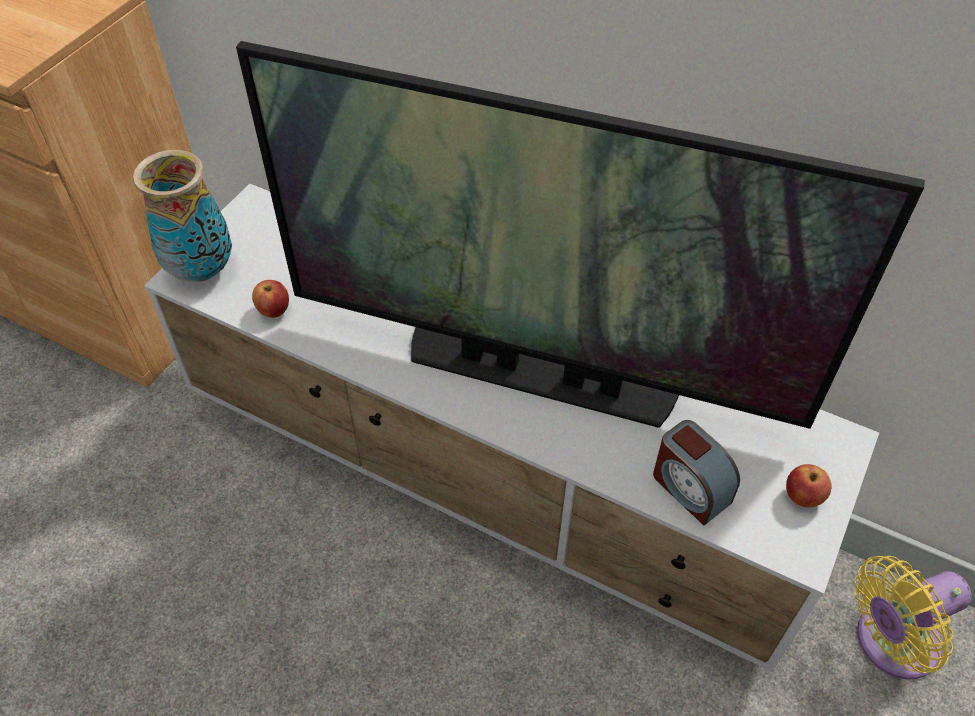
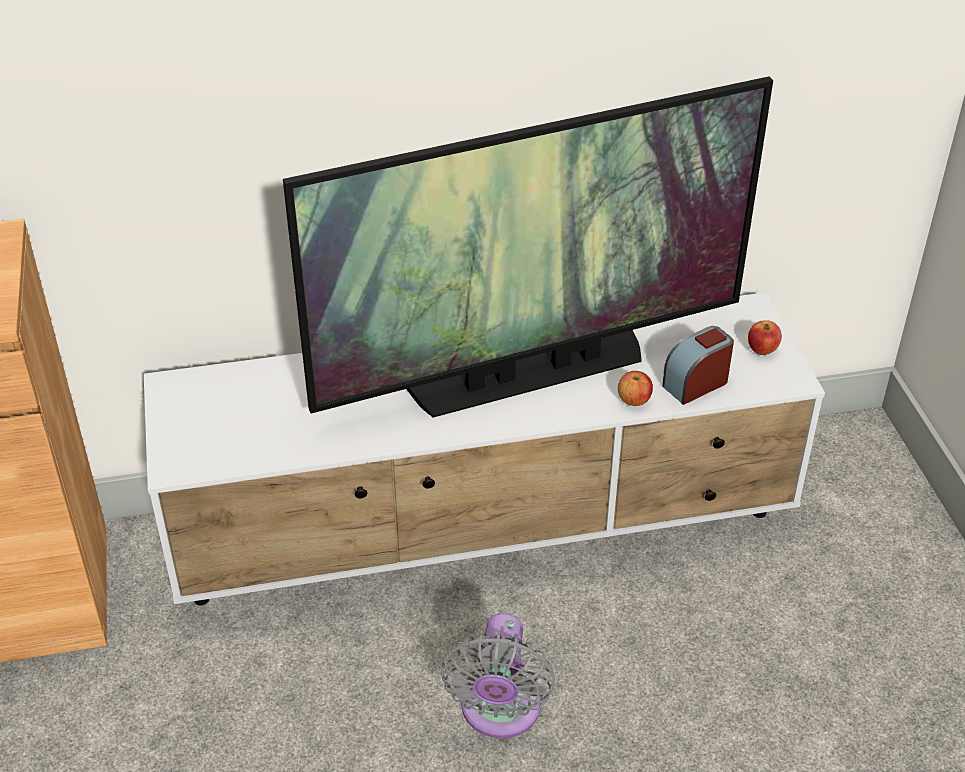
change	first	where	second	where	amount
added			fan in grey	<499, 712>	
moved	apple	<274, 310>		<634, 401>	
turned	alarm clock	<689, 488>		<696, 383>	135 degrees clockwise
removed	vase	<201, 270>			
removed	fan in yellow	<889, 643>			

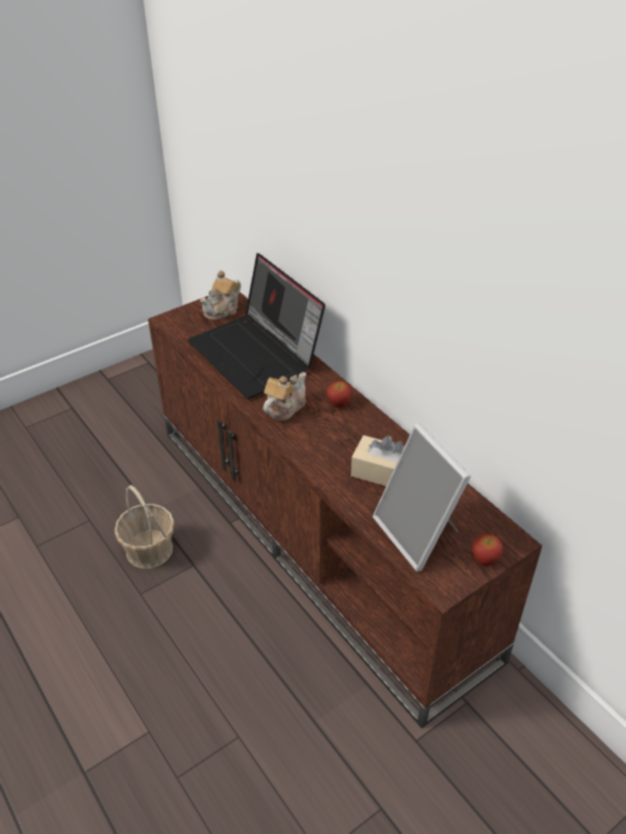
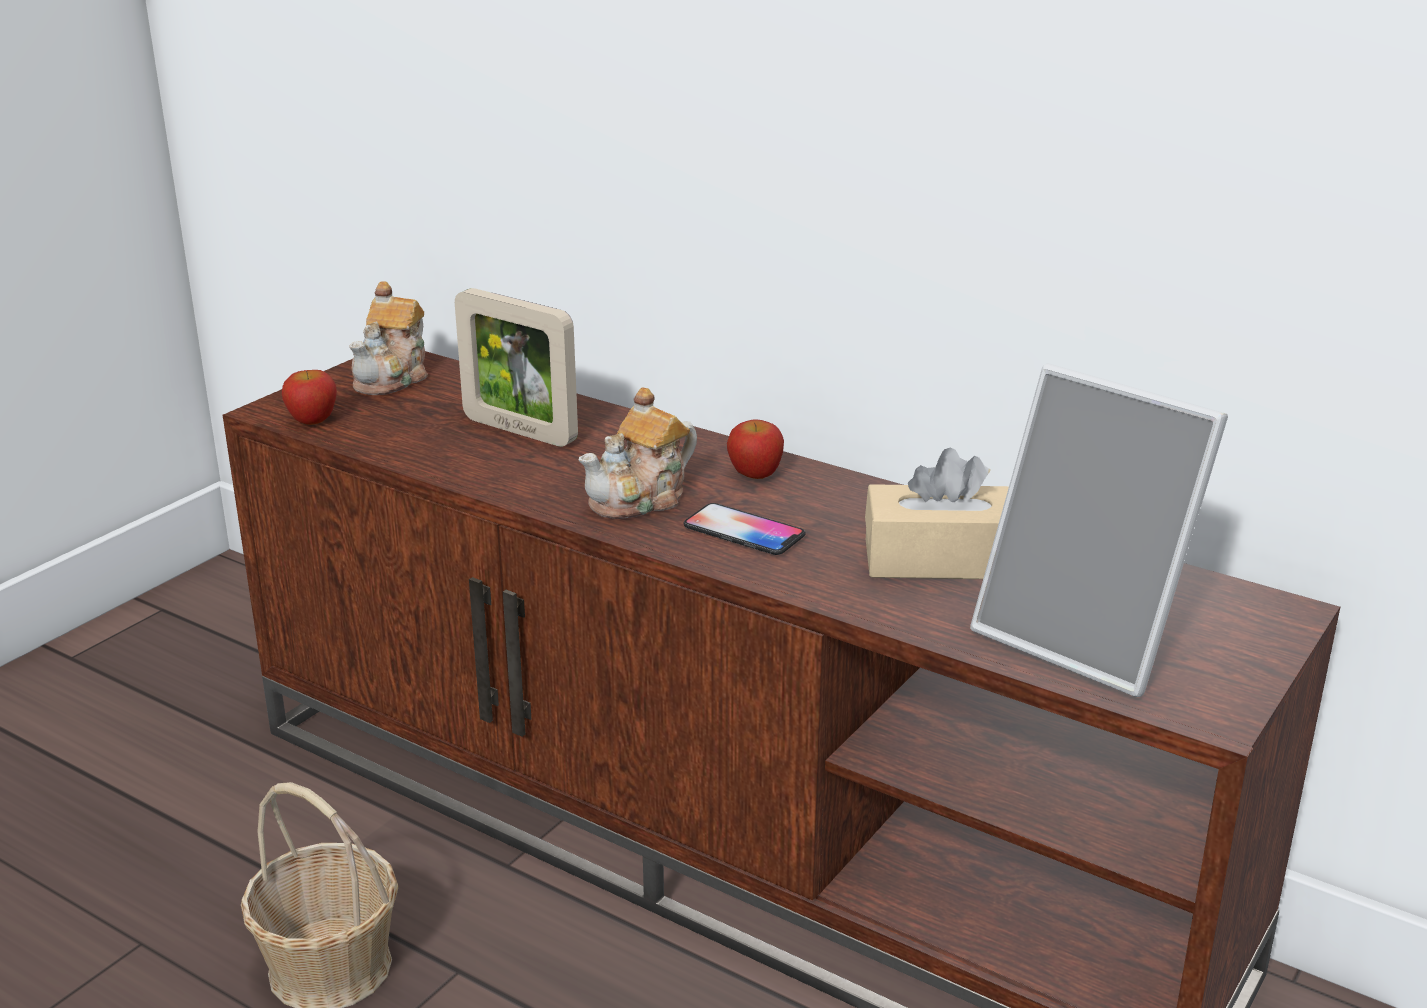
change	first	where	second	where	amount
moved	apple	<484, 559>		<312, 420>	
replaced	laptop	<257, 354>	picture frame	<520, 430>	
turned	teapot	<284, 407>		<641, 499>	150 degrees counterclockwise
added			phone	<743, 532>	

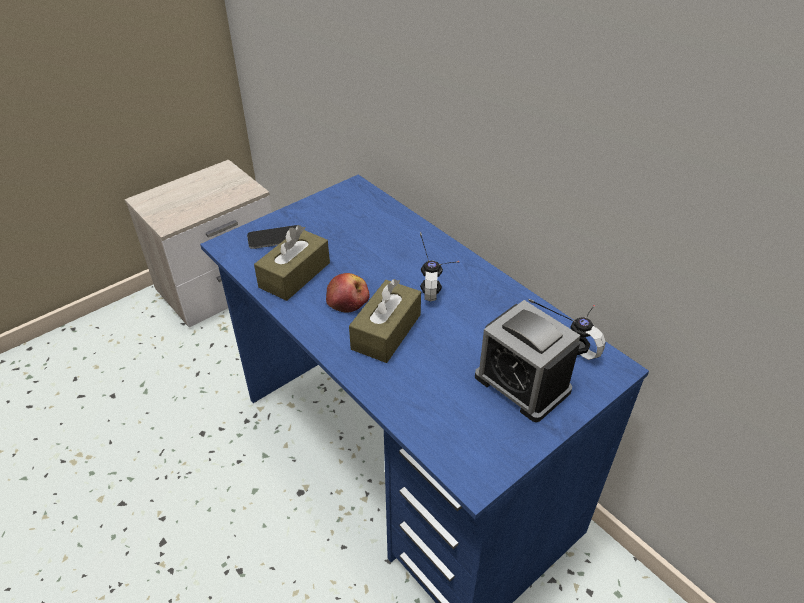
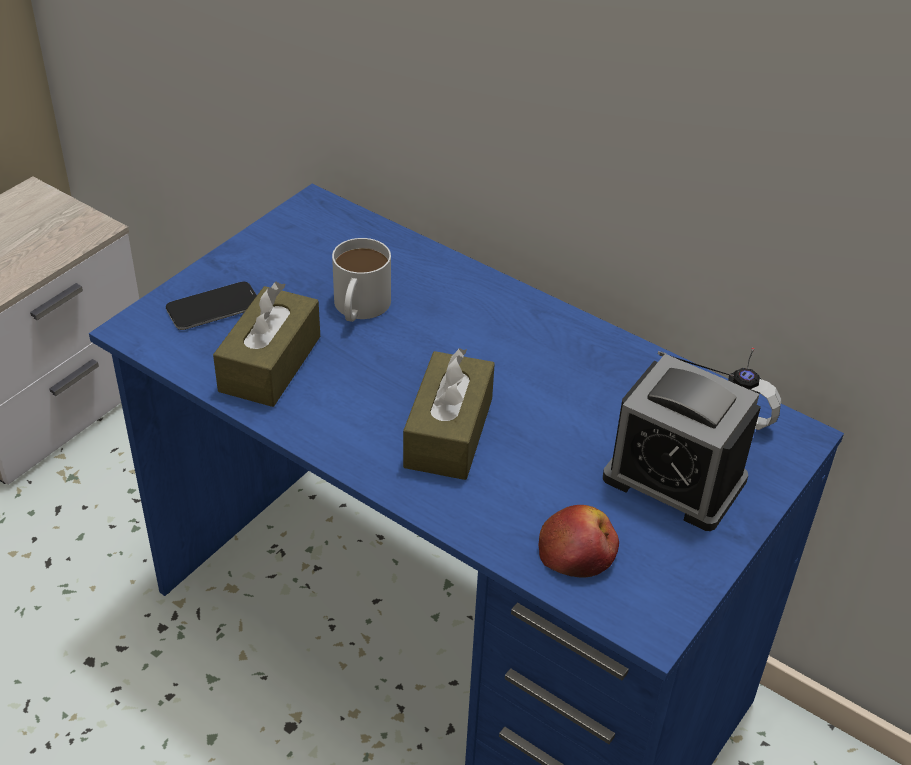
change	first	where	second	where	amount
added			mug in white	<359, 308>	
moved	apple	<348, 300>		<578, 552>	
removed	headphones	<437, 282>			

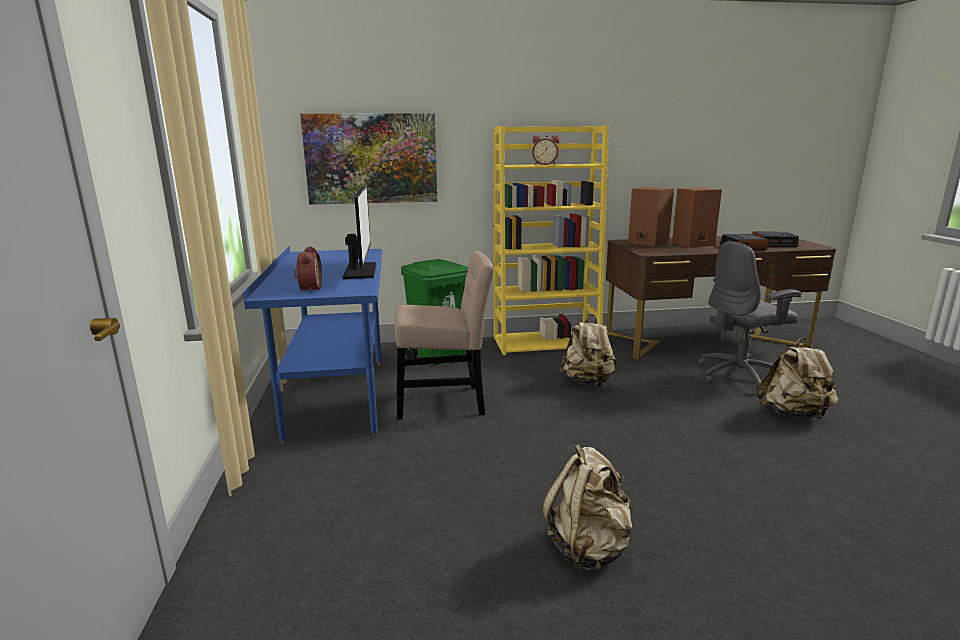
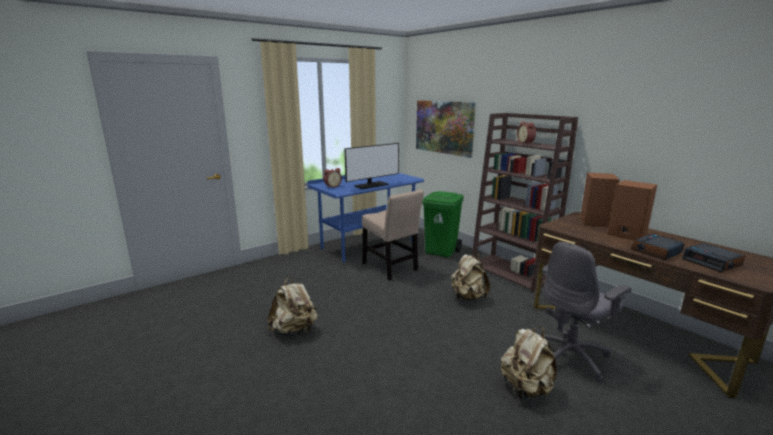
change	first	where	second	where	amount
recoloured	bookcase in yellow	<546, 342>	bookcase in brown	<512, 273>	
turned	office chair in grey	<740, 376>		<570, 357>	75 degrees counterclockwise

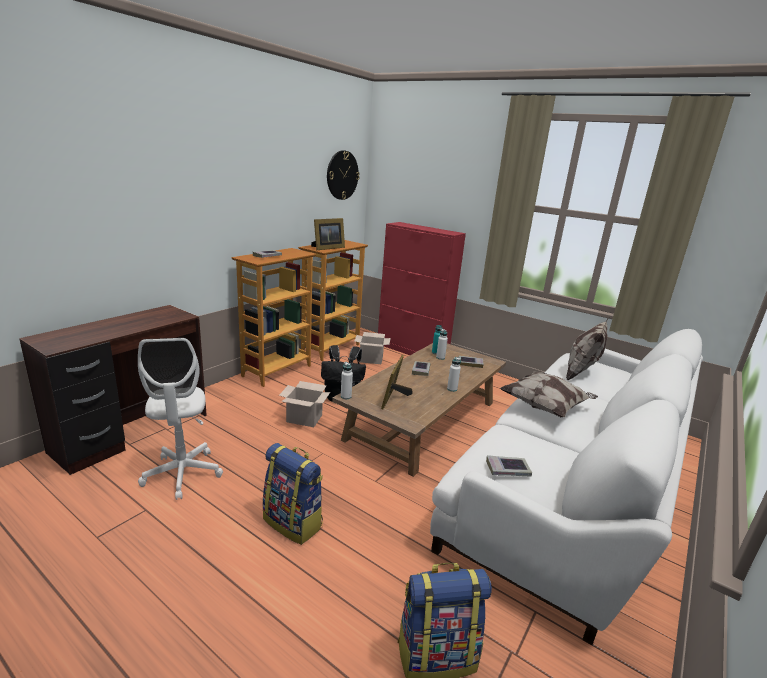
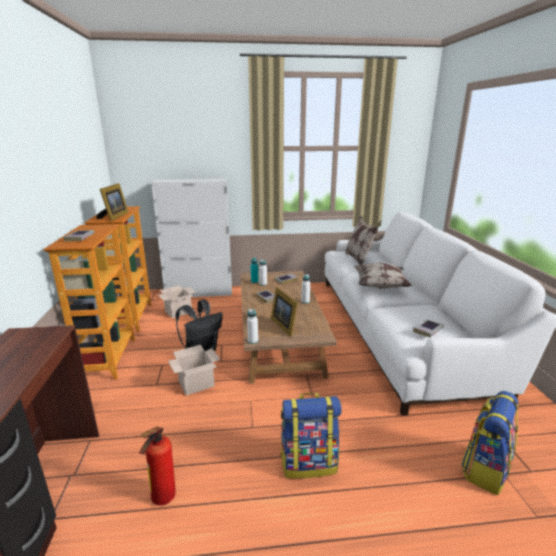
change	first	where	second	where	amount
replaced	office chair in white	<183, 474>	fire extinguisher	<161, 499>	
recoloured	cabinet in red	<412, 351>	cabinet in white	<199, 292>	
removed	wall clock	<342, 175>			

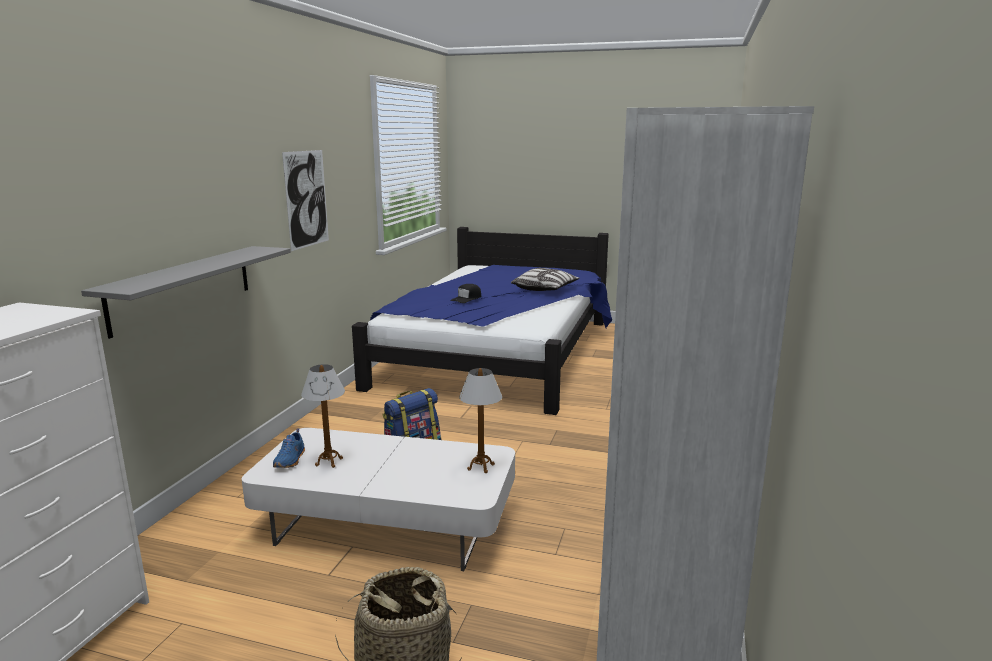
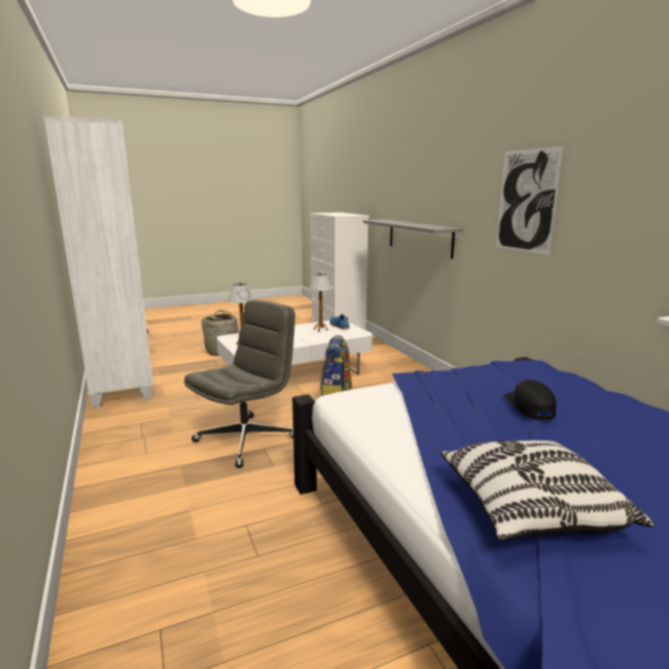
change	first	where	second	where	amount
added			office chair in grey	<246, 439>	

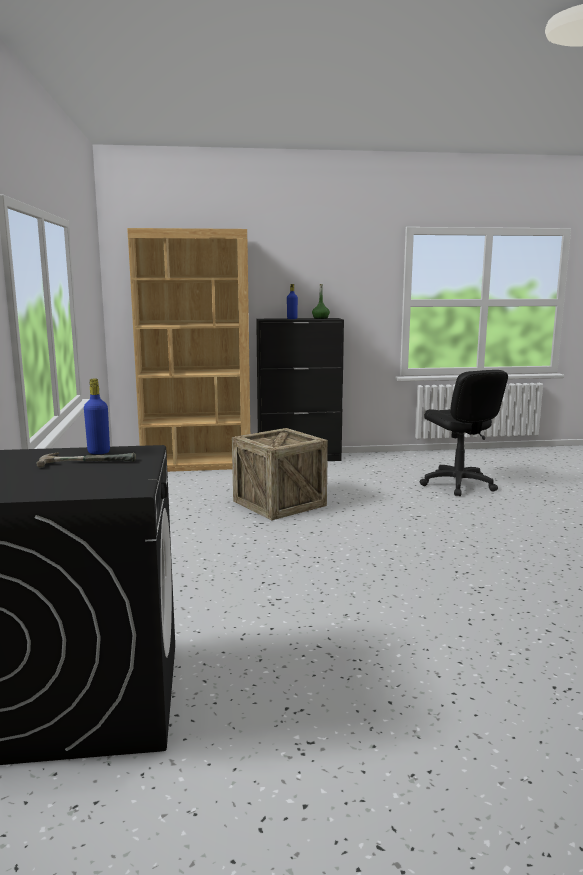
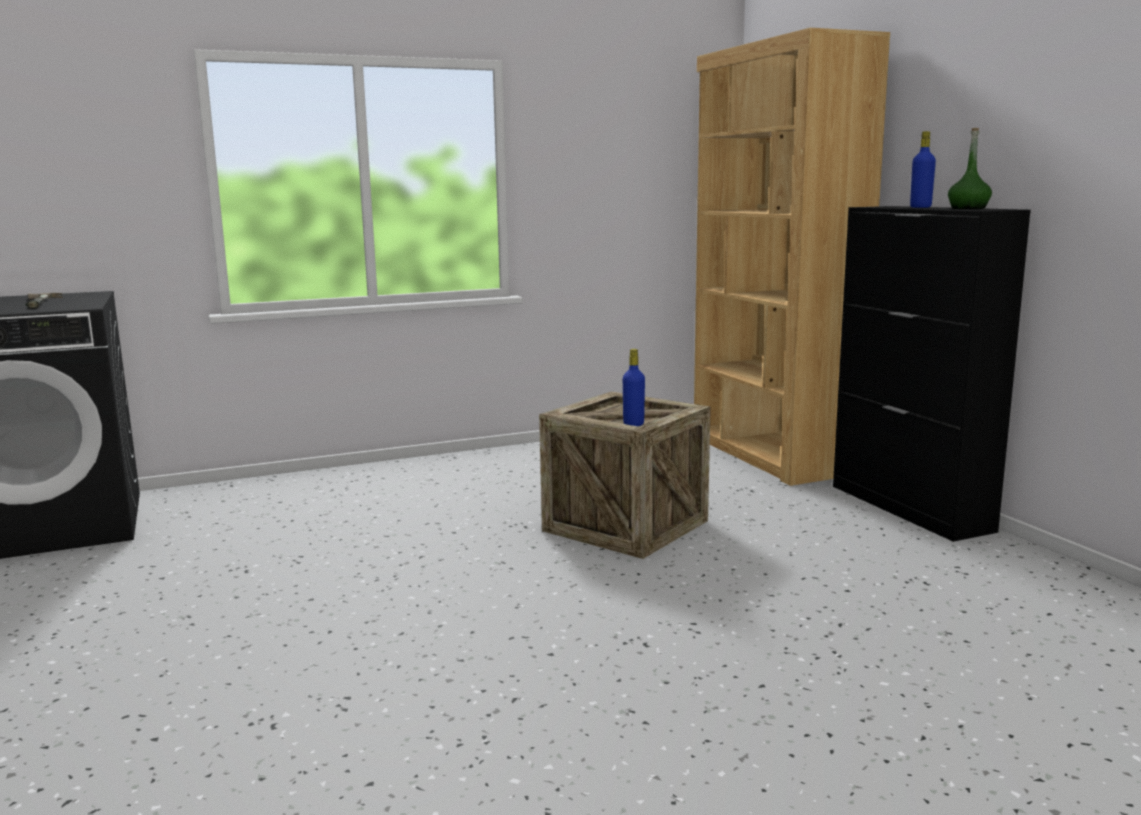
change	first	where	second	where	amount
moved	bottle in blue	<98, 452>		<633, 424>	
removed	office chair in black	<458, 485>			

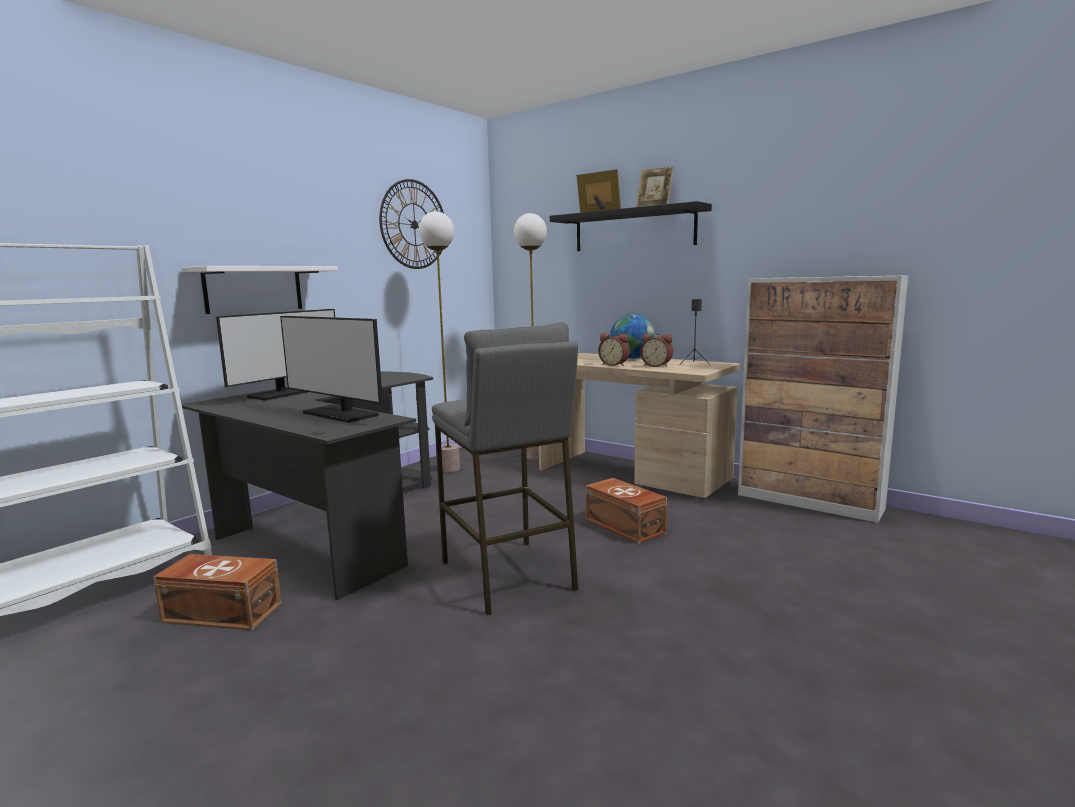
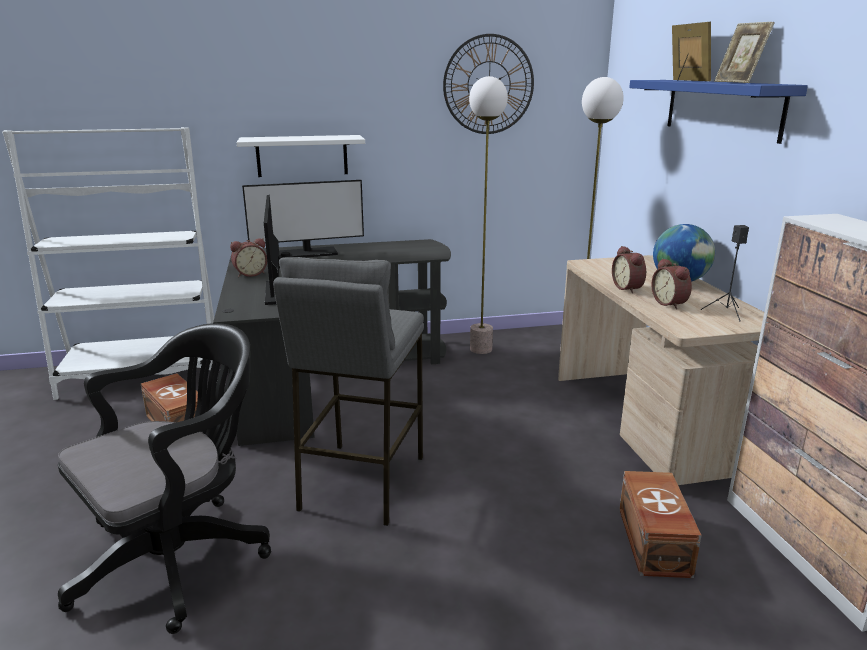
change	first	where	second	where	amount
added			office chair in black	<181, 557>	
added			alarm clock	<250, 274>	
moved	storage box in brown	<624, 527>		<652, 542>	
recoloured	shelf in black	<633, 229>	shelf in blue	<721, 108>	

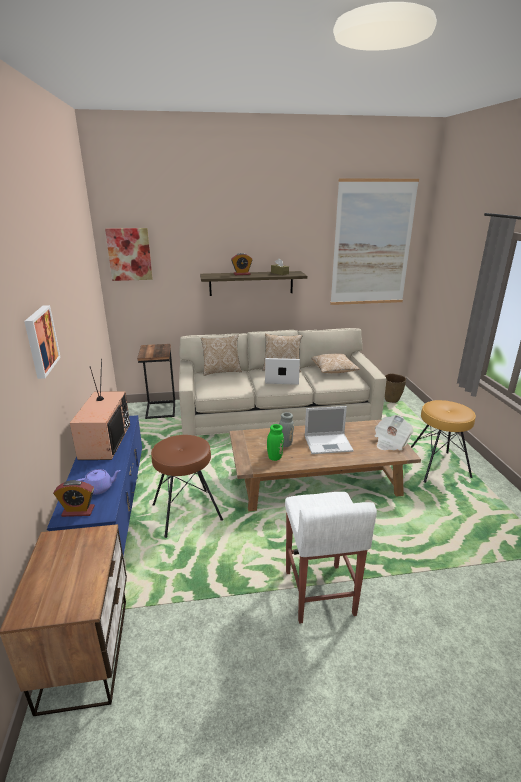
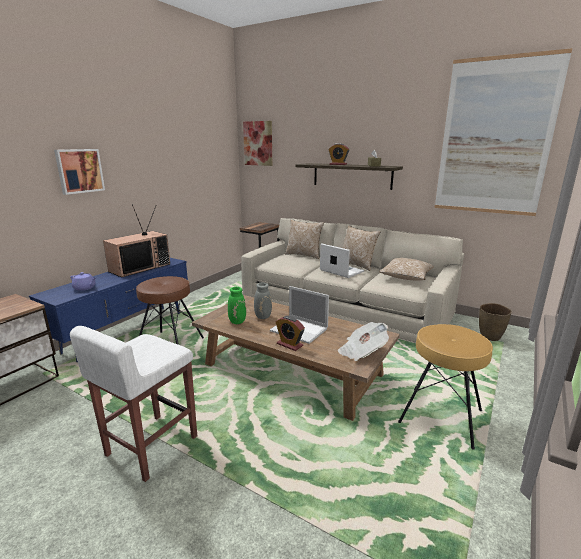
change	first	where	second	where	amount
moved	alarm clock	<78, 511>		<289, 345>	

